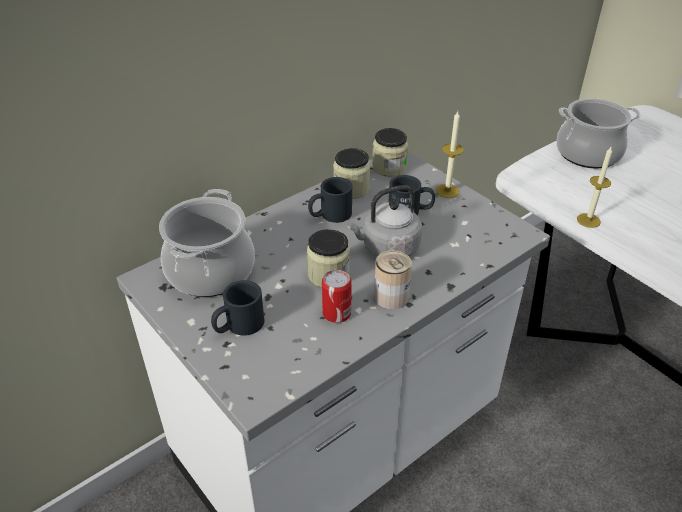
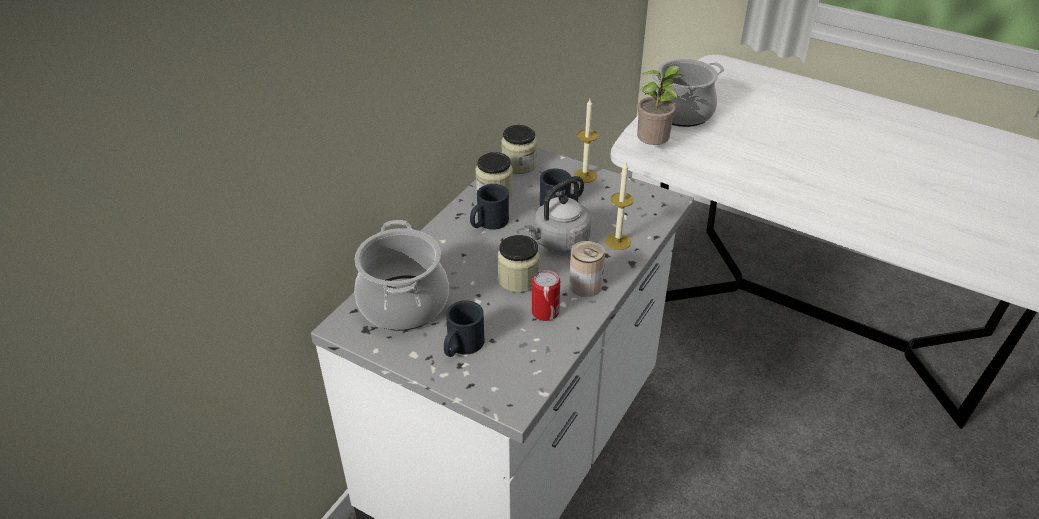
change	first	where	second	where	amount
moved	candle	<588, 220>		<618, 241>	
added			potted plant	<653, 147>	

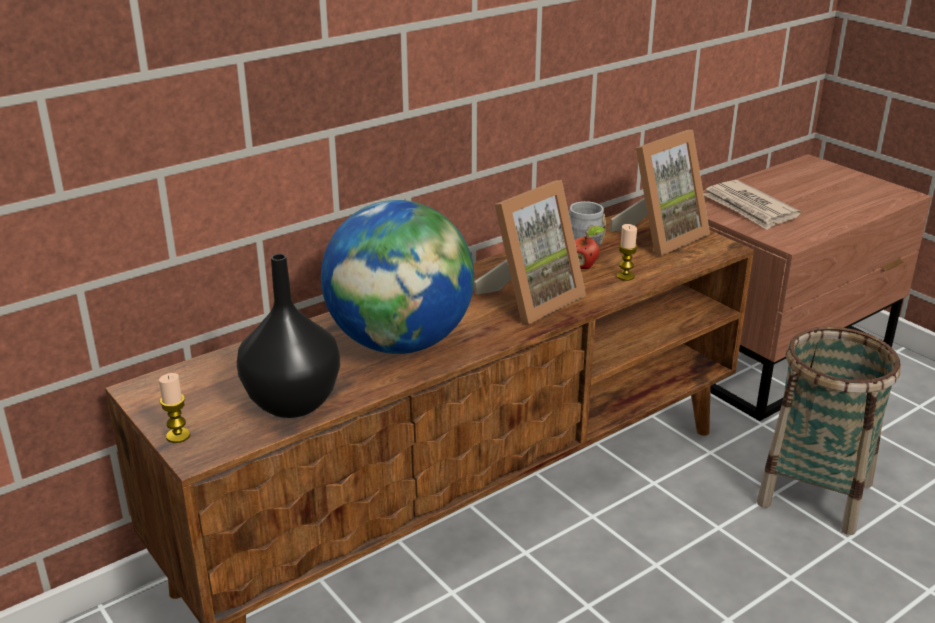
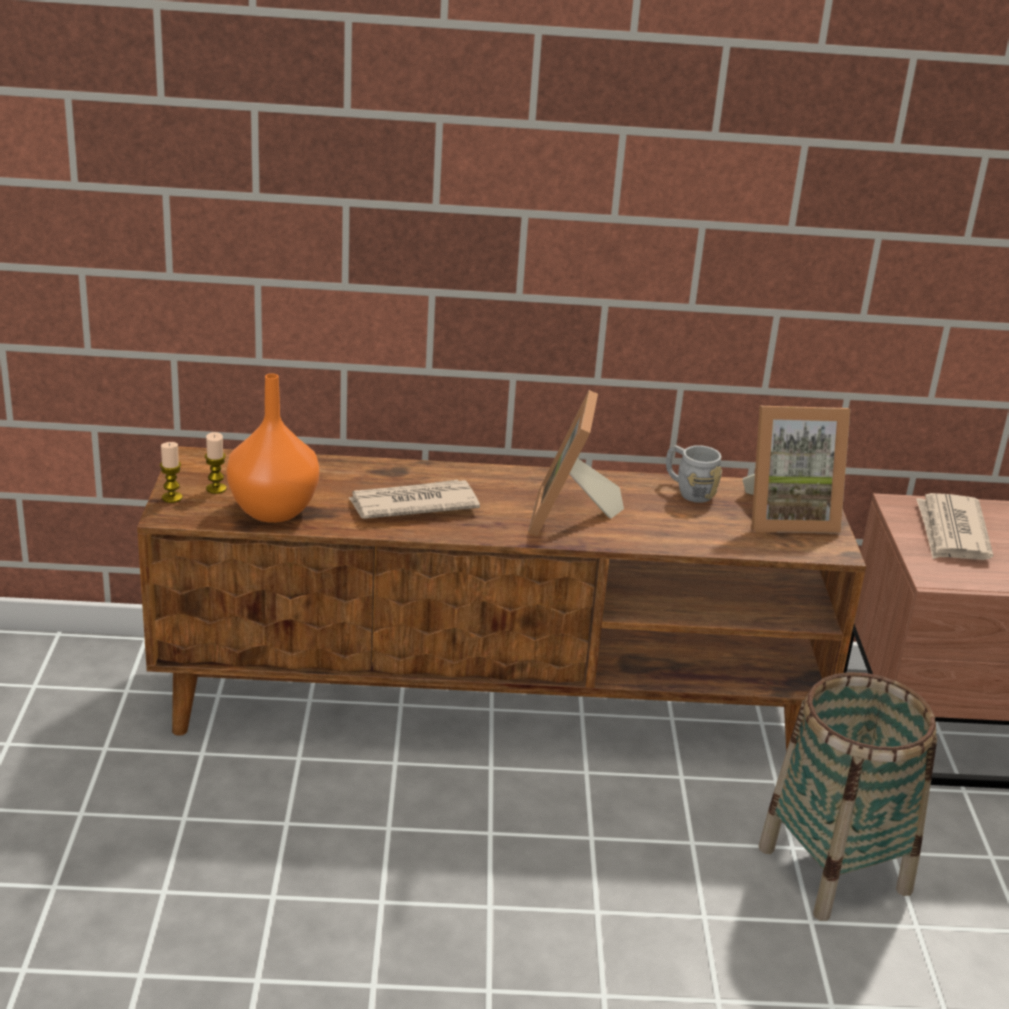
change	first	where	second	where	amount
moved	candle	<625, 276>		<216, 489>	
recoloured	vase in black	<290, 403>	vase in orange	<271, 510>	
replaced	globe	<400, 343>	newspaper	<412, 504>	
turned	picture frame	<530, 299>		<570, 517>	105 degrees clockwise
removed	apple	<584, 266>			

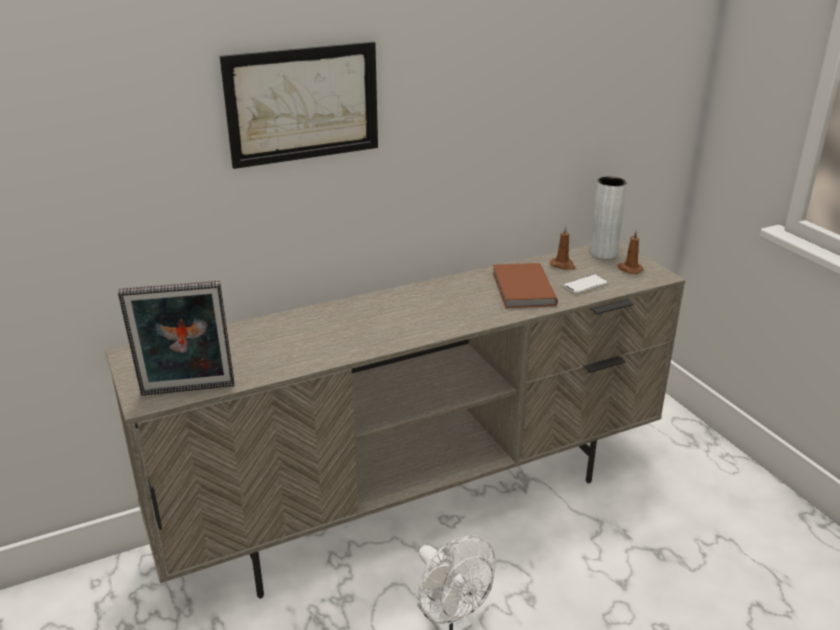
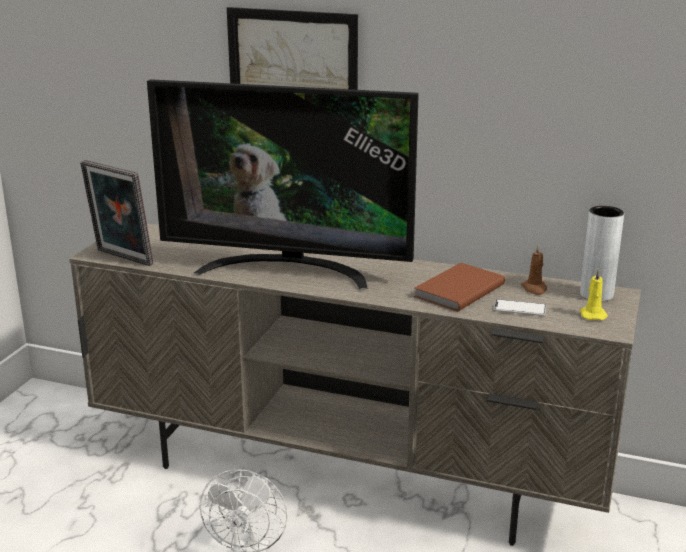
change	first	where	second	where	amount
added			television	<287, 269>	
recoloured	candle in brown	<629, 269>	candle in yellow	<592, 314>	

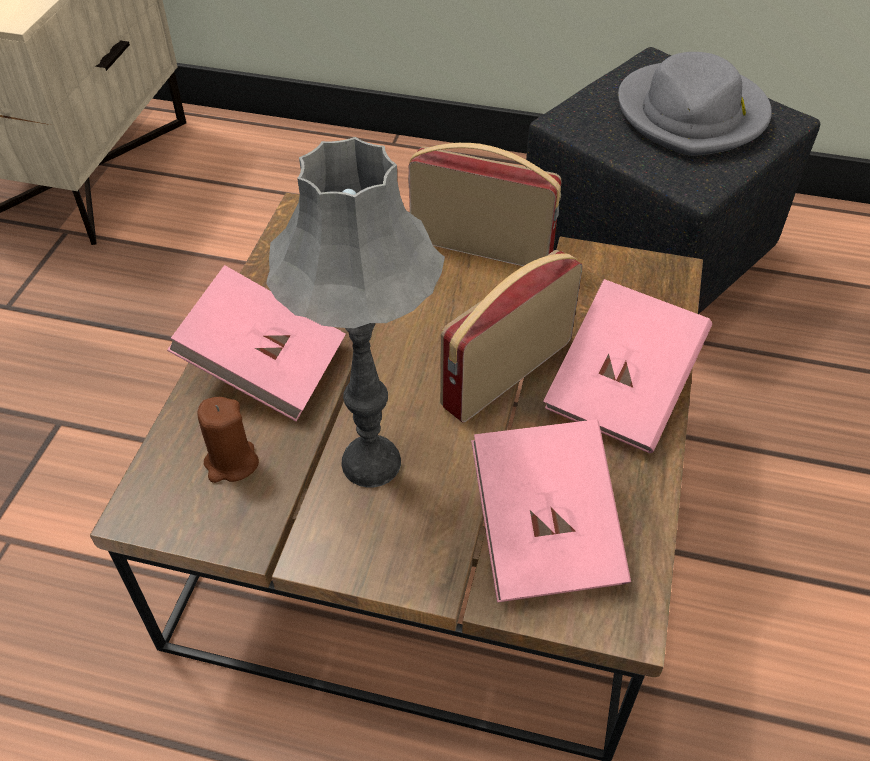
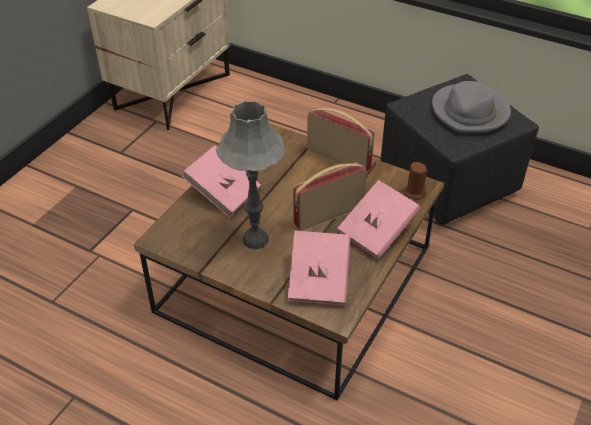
change	first	where	second	where	amount
moved	candle in brown	<231, 463>		<414, 192>	

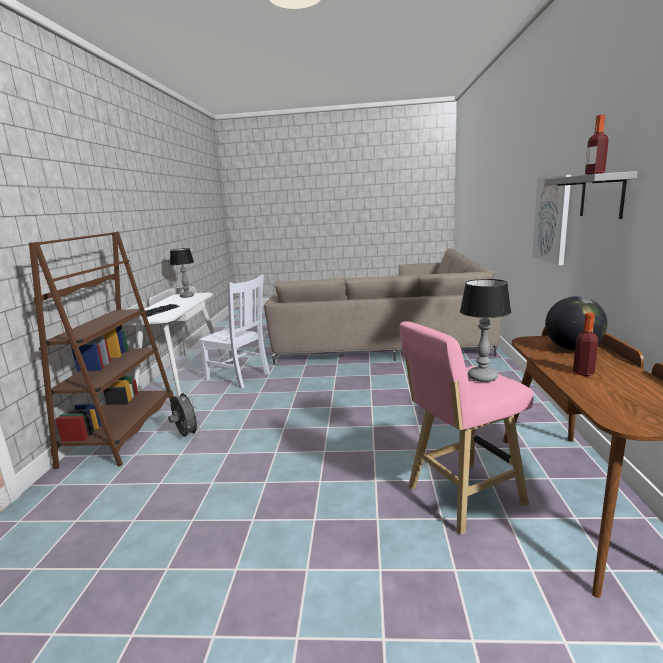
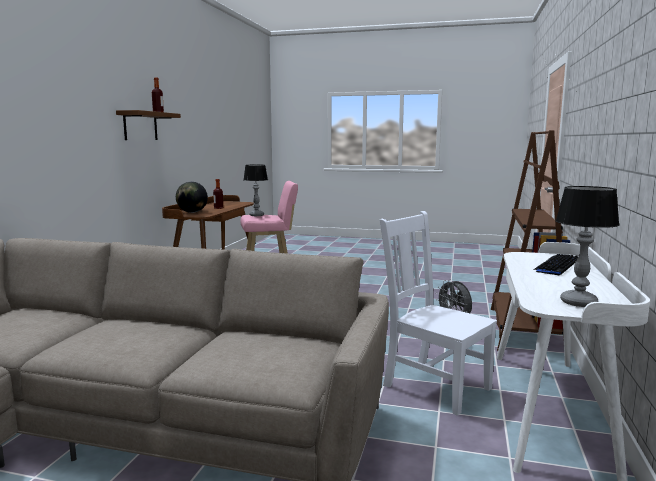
change	first	where	second	where	amount
recoloured	shelf in grey	<602, 196>	shelf in brown	<140, 126>	
removed	picture	<552, 219>			

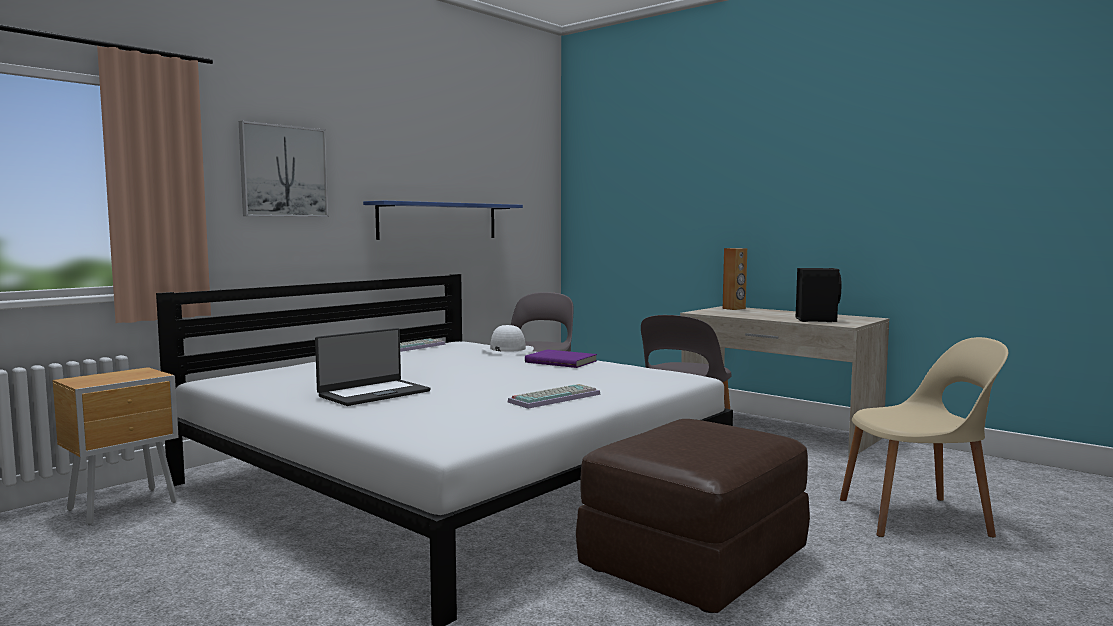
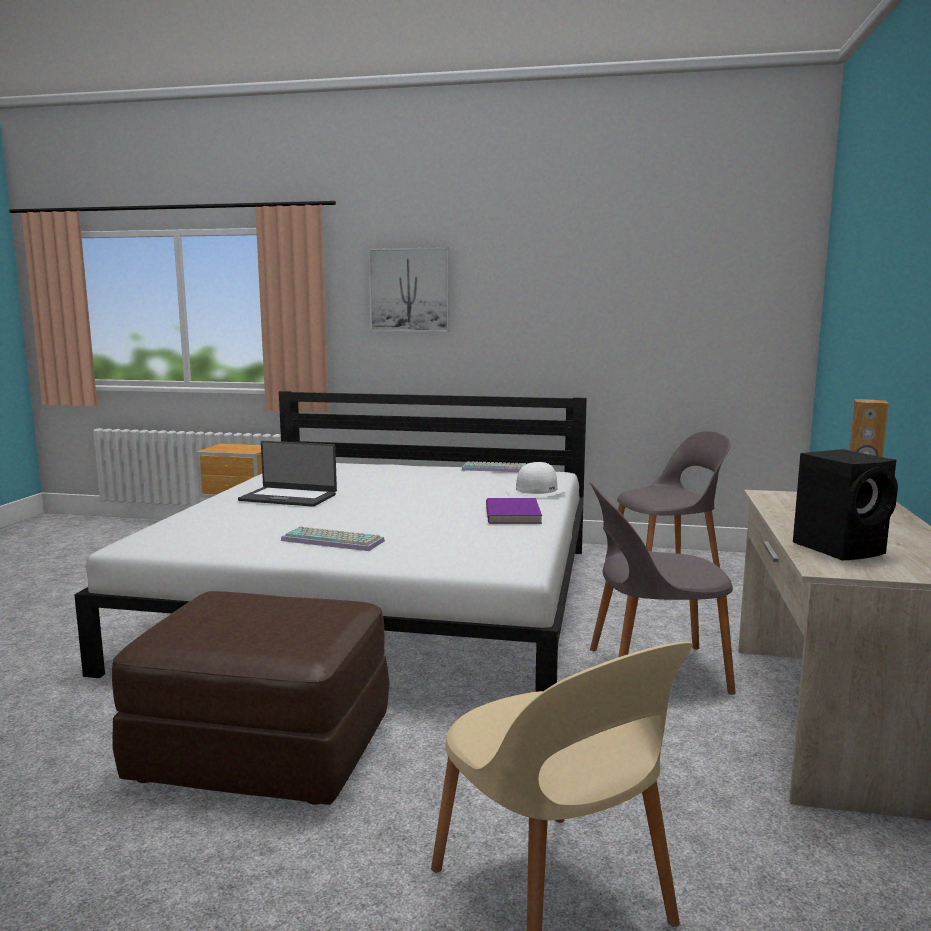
change	first	where	second	where	amount
removed	shelf in blue	<438, 221>			

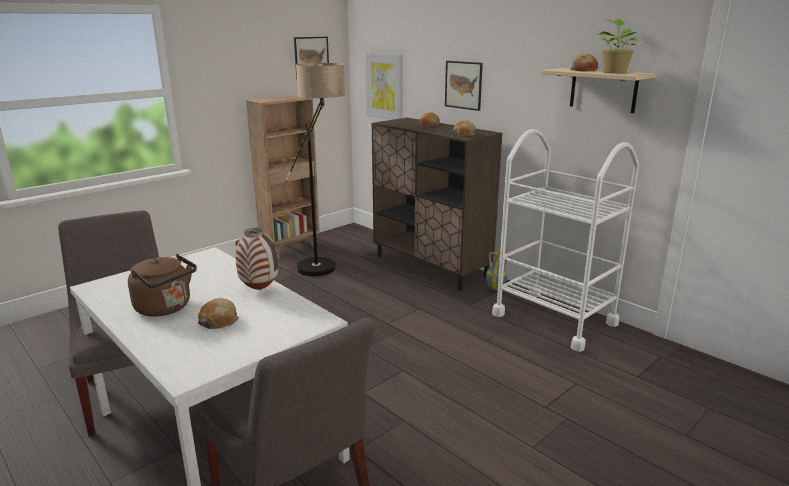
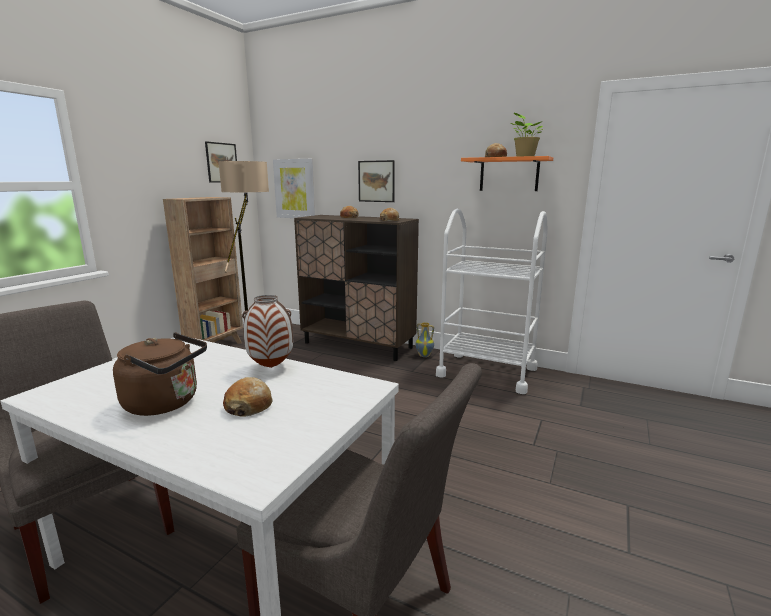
change	first	where	second	where	amount
recoloured	shelf in beige	<603, 90>	shelf in orange	<509, 174>	

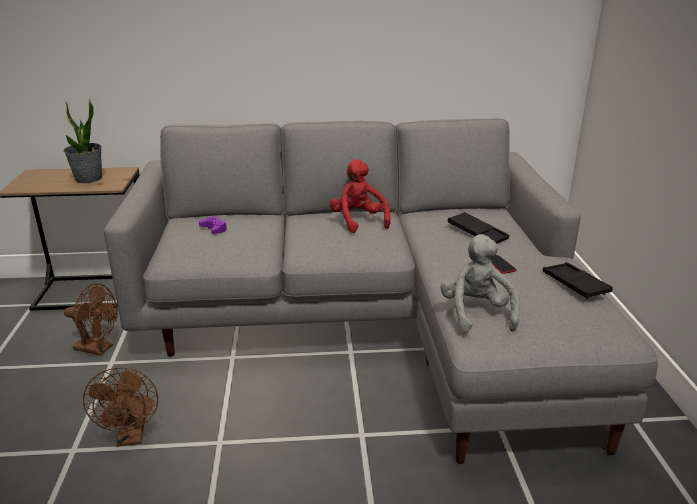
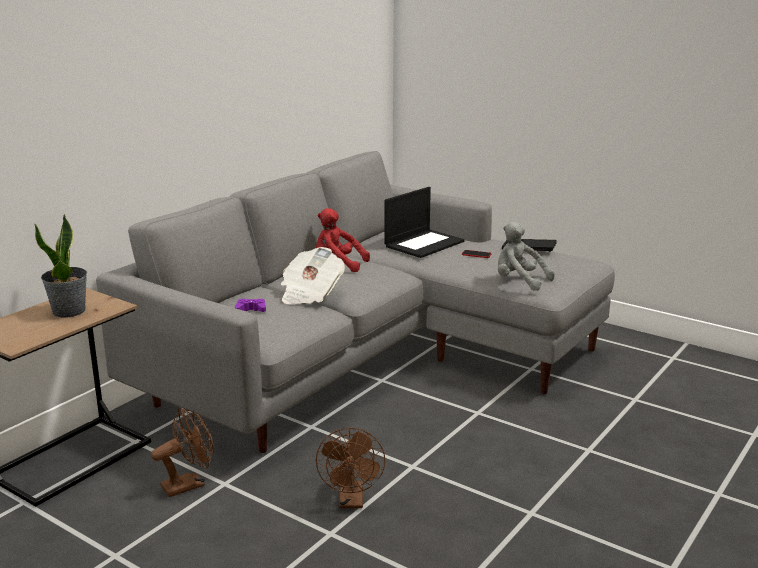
change	first	where	second	where	amount
added			newspaper	<310, 294>	
turned	fan in brown	<131, 436>		<352, 501>	60 degrees clockwise
replaced	tray in black	<477, 233>	laptop	<424, 243>	

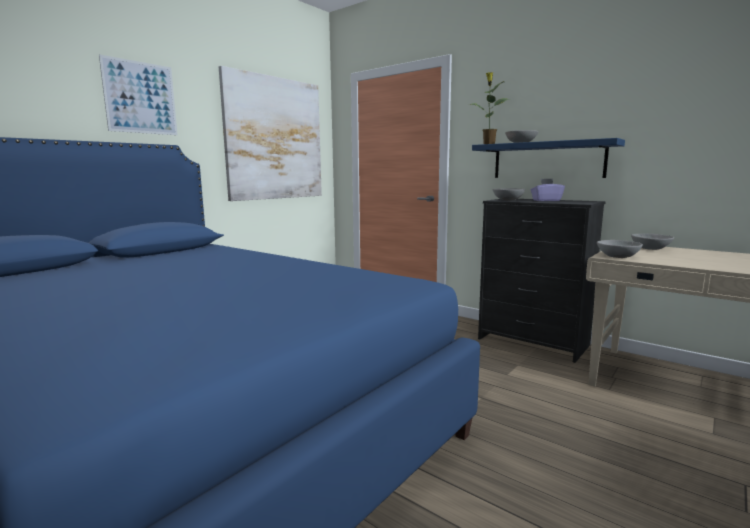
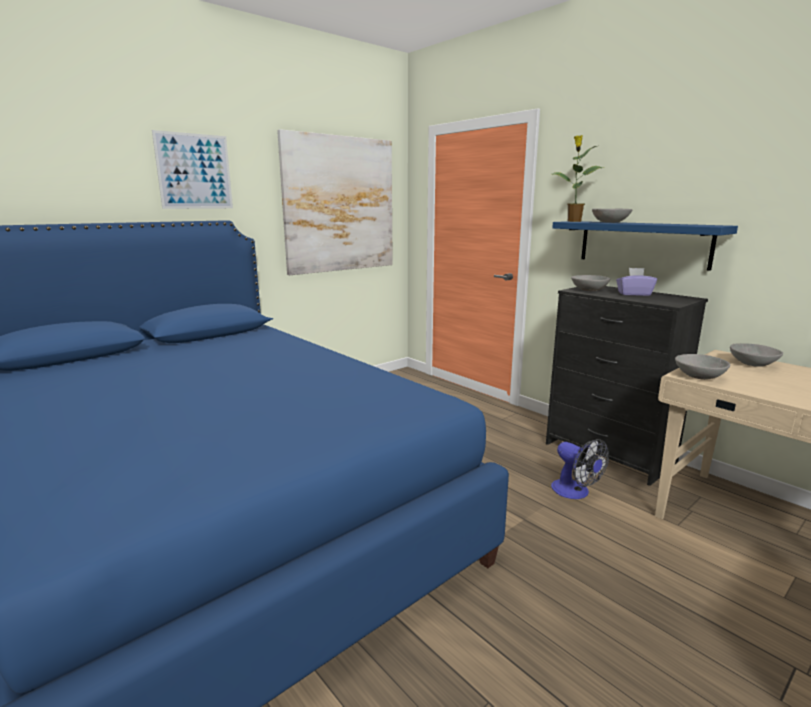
change	first	where	second	where	amount
added			fan	<575, 492>	

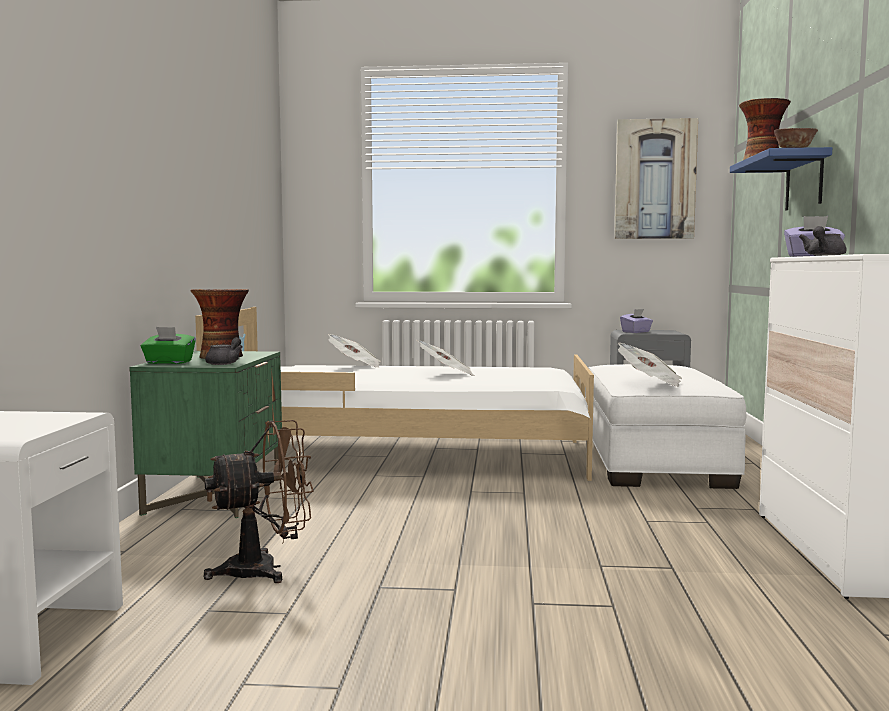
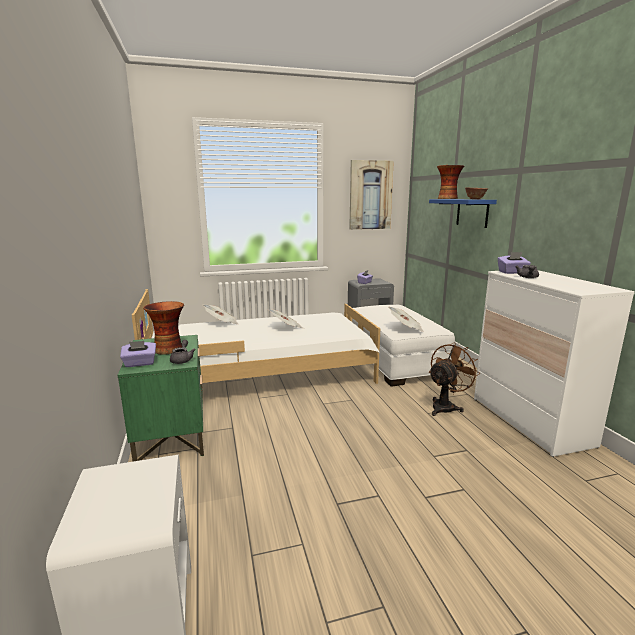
change	first	where	second	where	amount
recoloured	tissue box in green	<169, 362>	tissue box in purple	<140, 363>	
moved	fan in brown	<265, 569>		<446, 406>	

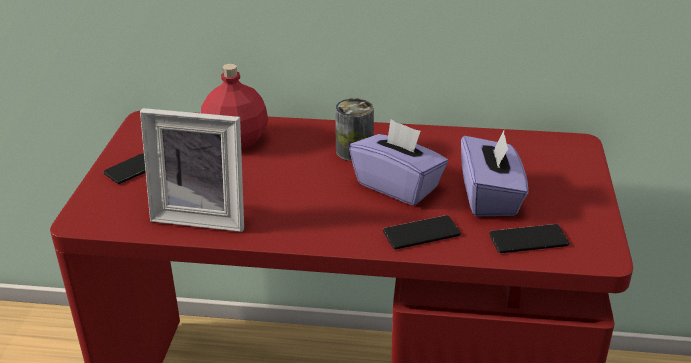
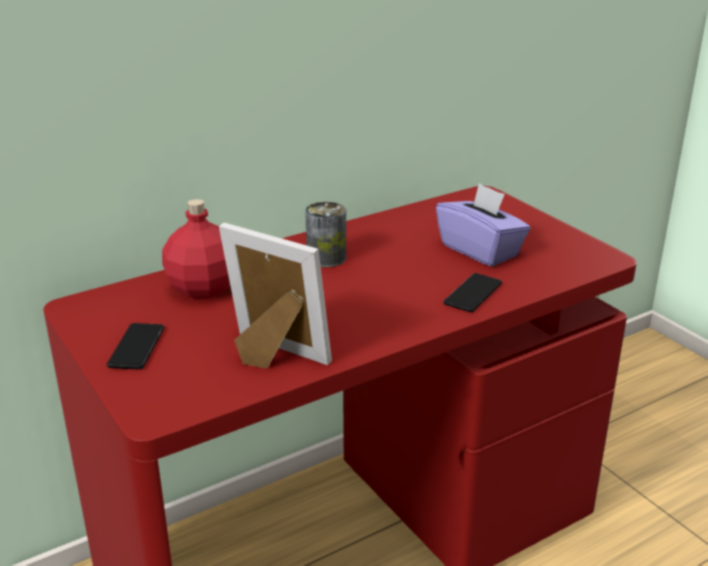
change	first	where	second	where	amount
turned	picture frame	<203, 215>		<273, 357>	120 degrees counterclockwise
removed	tissue box in purple	<398, 186>			
removed	phone	<528, 240>			

